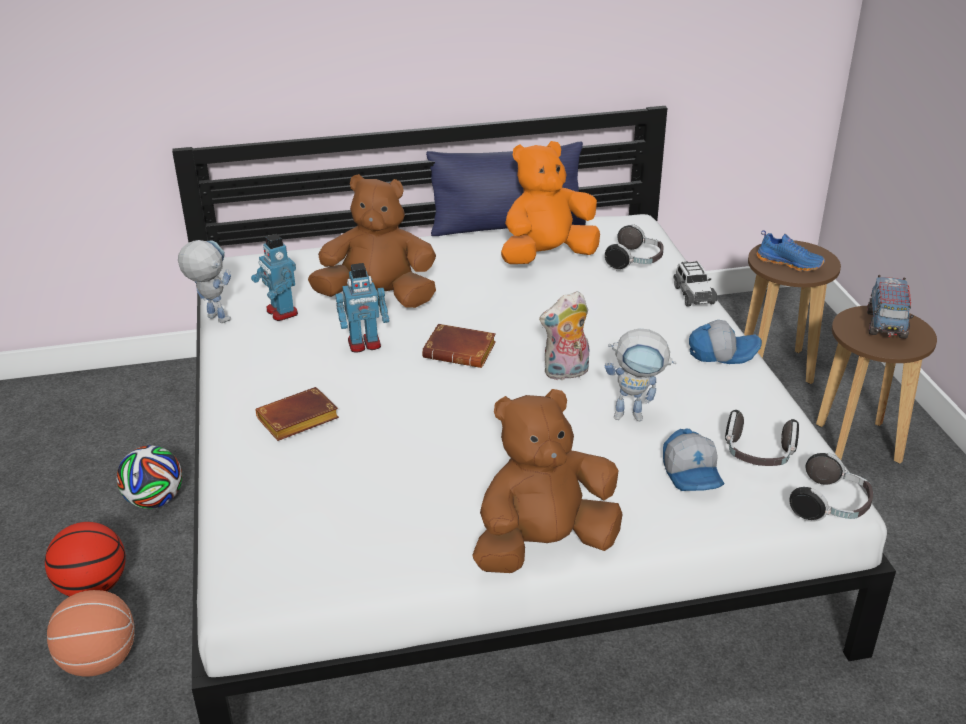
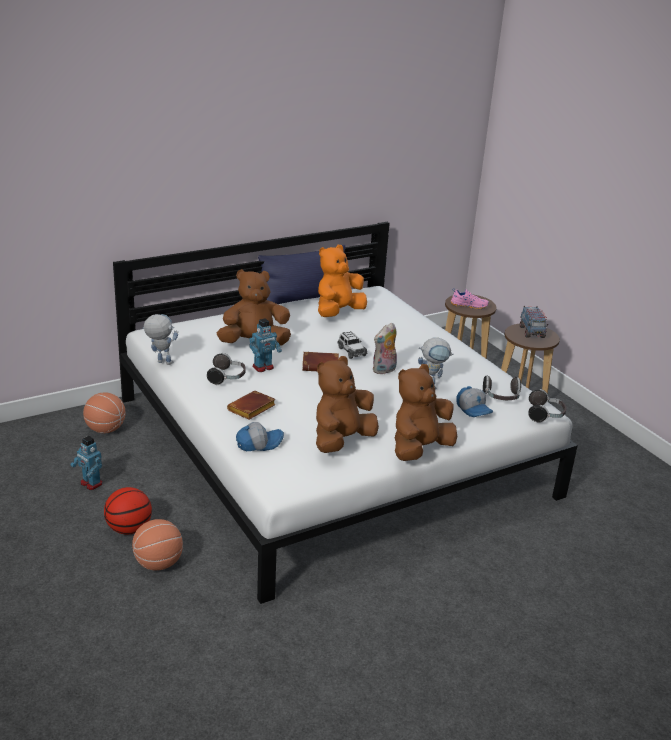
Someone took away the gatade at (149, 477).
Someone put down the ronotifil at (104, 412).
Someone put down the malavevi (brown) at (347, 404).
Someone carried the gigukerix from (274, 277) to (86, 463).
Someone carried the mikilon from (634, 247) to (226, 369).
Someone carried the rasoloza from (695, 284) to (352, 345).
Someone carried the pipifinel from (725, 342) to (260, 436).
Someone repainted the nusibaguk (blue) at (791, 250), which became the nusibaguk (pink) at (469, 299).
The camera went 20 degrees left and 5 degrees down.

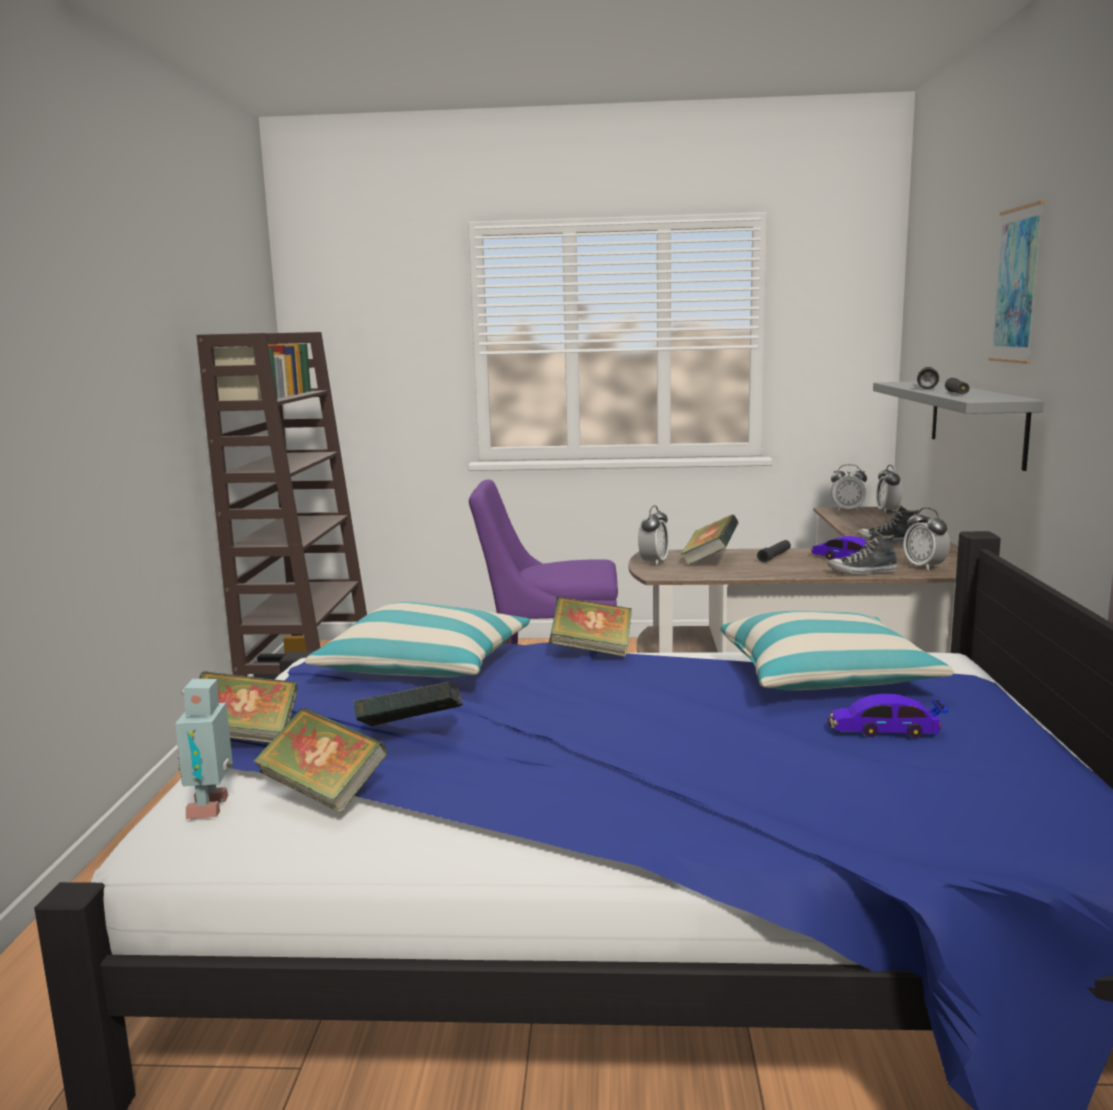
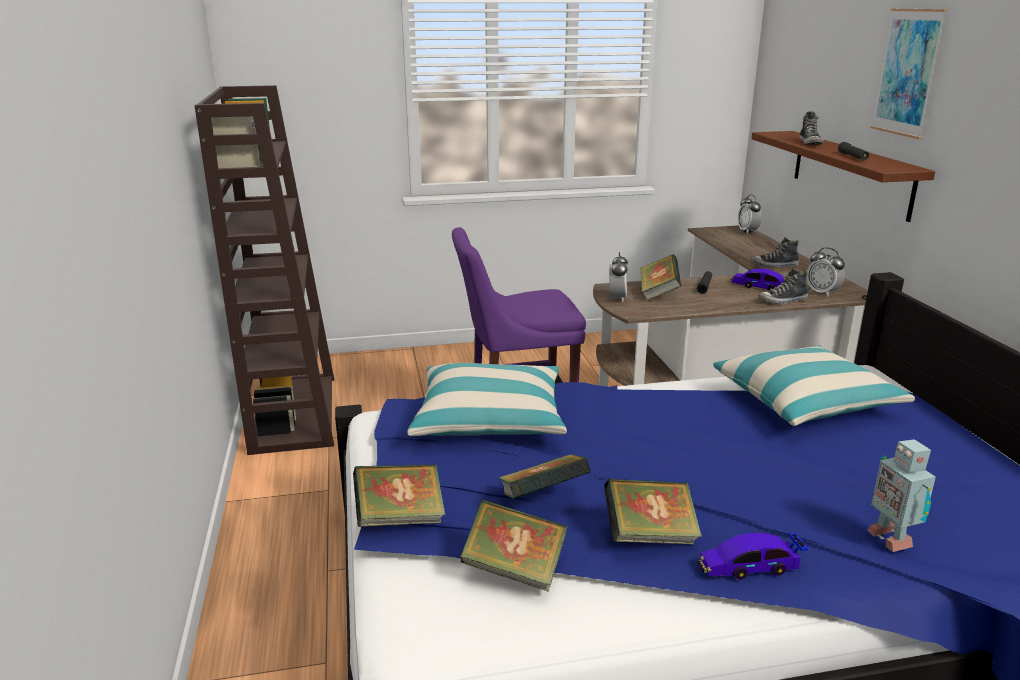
Someone took away the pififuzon at (849, 487).
Someone carried the gigukerix from (204, 749) to (901, 495).
Someone carried the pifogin from (590, 626) to (653, 512).
Someone carried the rasoloza from (888, 716) to (753, 556).
Someone swapped the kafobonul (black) at (928, 378) for the nusibaguk at (812, 128).
Someone repainted the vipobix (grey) at (958, 426), which became the vipobix (brown) at (843, 176).
The camera went 15 degrees left and 10 degrees up.

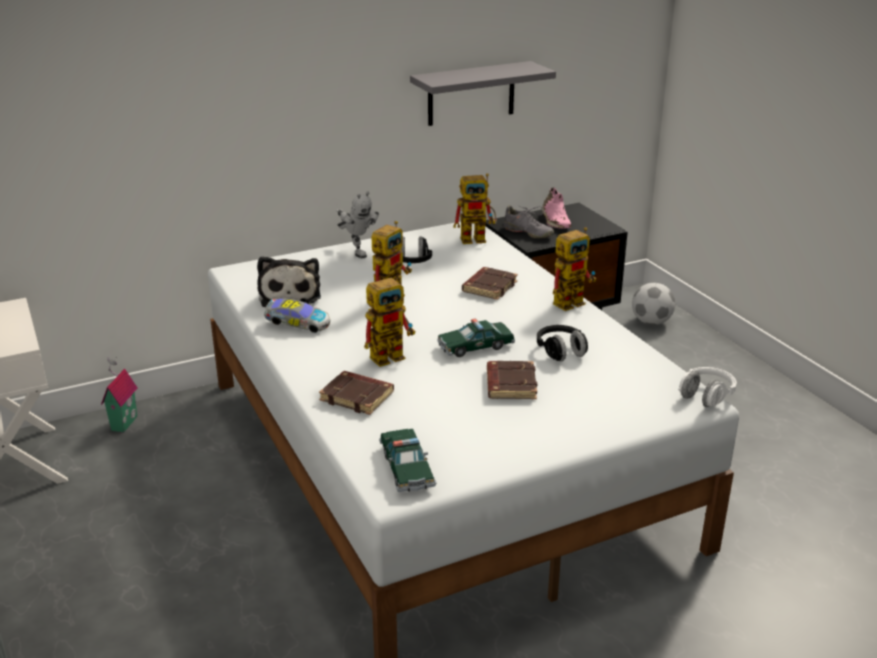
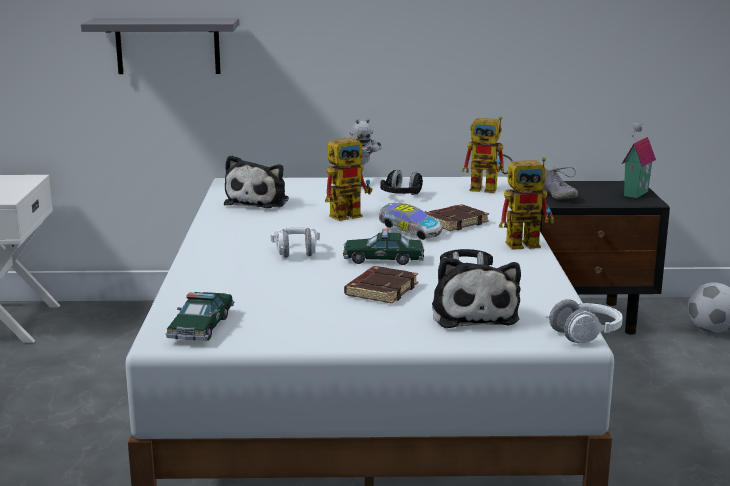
Someone took away the pifogin (brown) at (356, 393).
Someone took away the nusibaguk (pink) at (556, 207).
Someone put down the malavevi at (476, 292).
Someone carried the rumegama from (119, 395) to (639, 160).
Someone carried the rasoloza from (297, 315) to (410, 221).
Someone carried the vipobix (grey) from (483, 93) to (160, 46).
Someone swapped the gigukerix at (389, 321) for the mikilon (white) at (295, 242).
The camera went 25 degrees right and 10 degrees down.

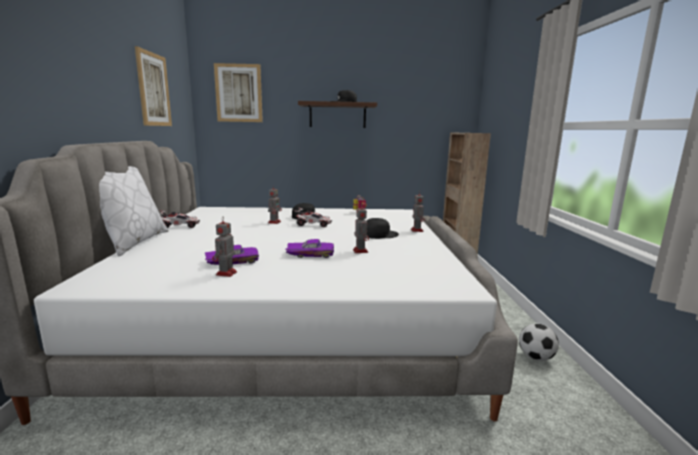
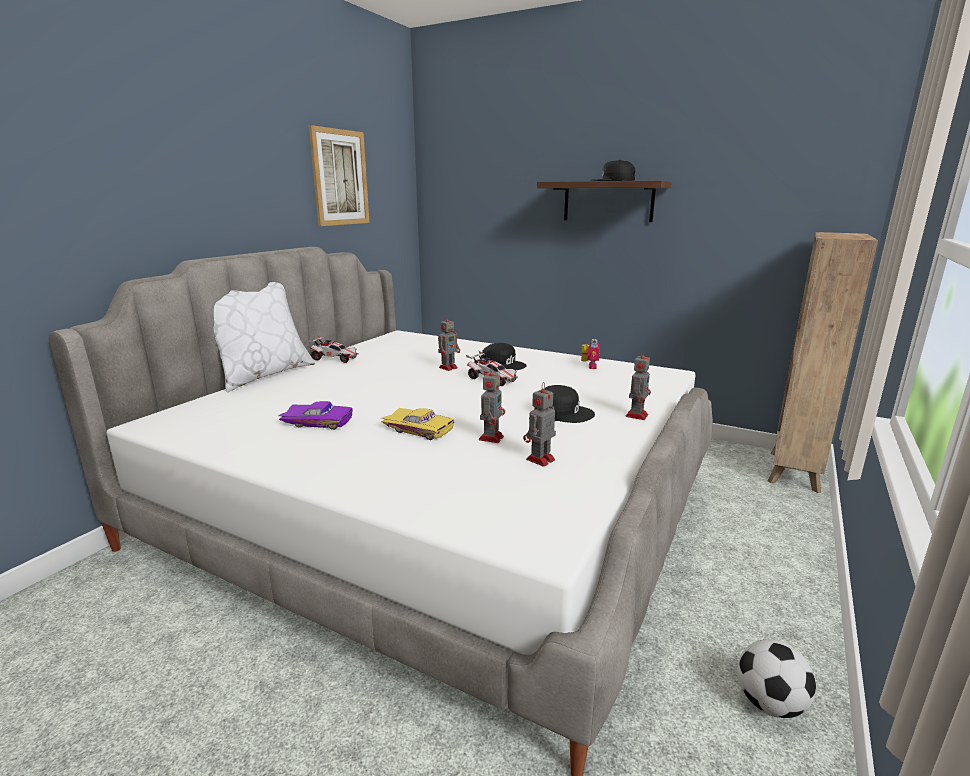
Someone took away the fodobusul at (238, 92).
Someone carried the gigukerix from (224, 246) to (539, 424).
Someone repainted the rasoloza (purple) at (309, 248), which became the rasoloza (yellow) at (417, 424).
The camera went 30 degrees right and 5 degrees up.

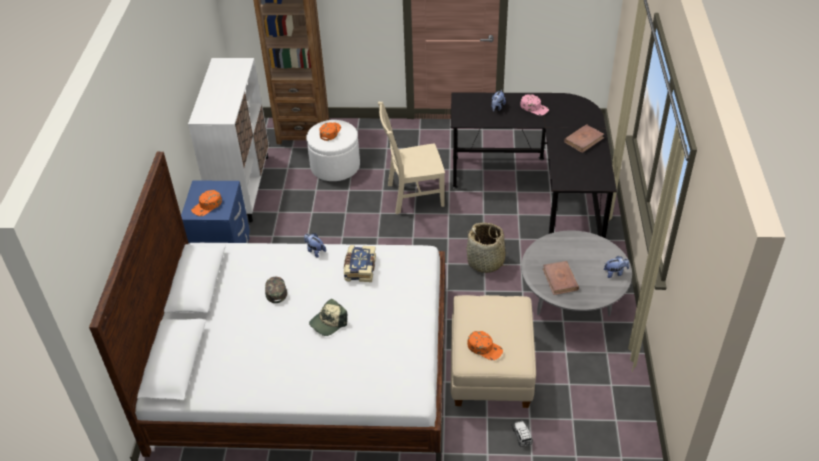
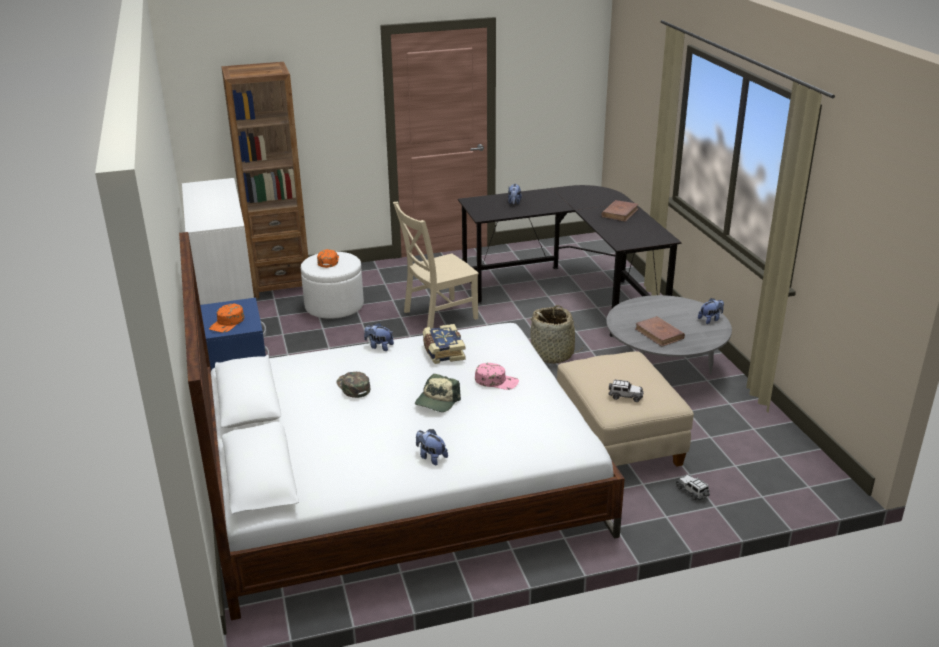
Someone put down the malavevi at (432, 447).
Someone carried the pipifinel (pink) from (534, 105) to (497, 376).
Someone swapped the pipifinel (orange) at (485, 345) for the rasoloza at (626, 391).
The camera went 20 degrees left and 15 degrees down.

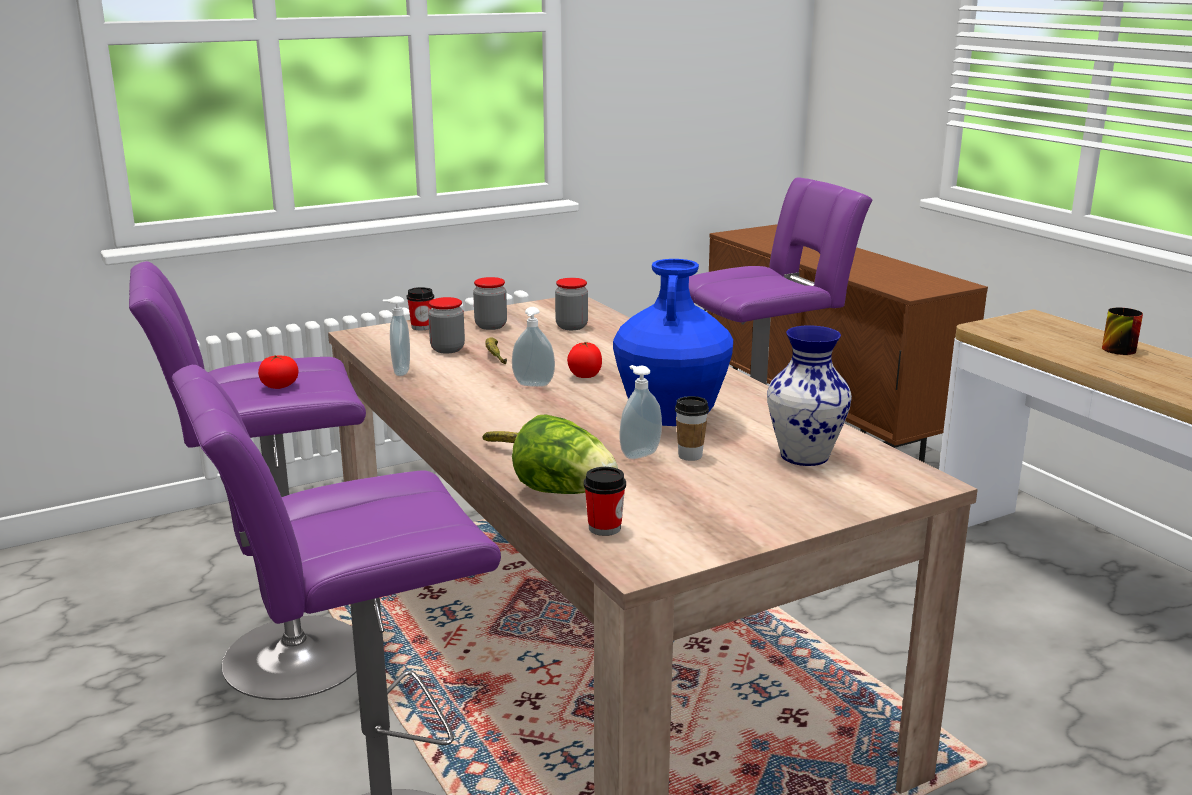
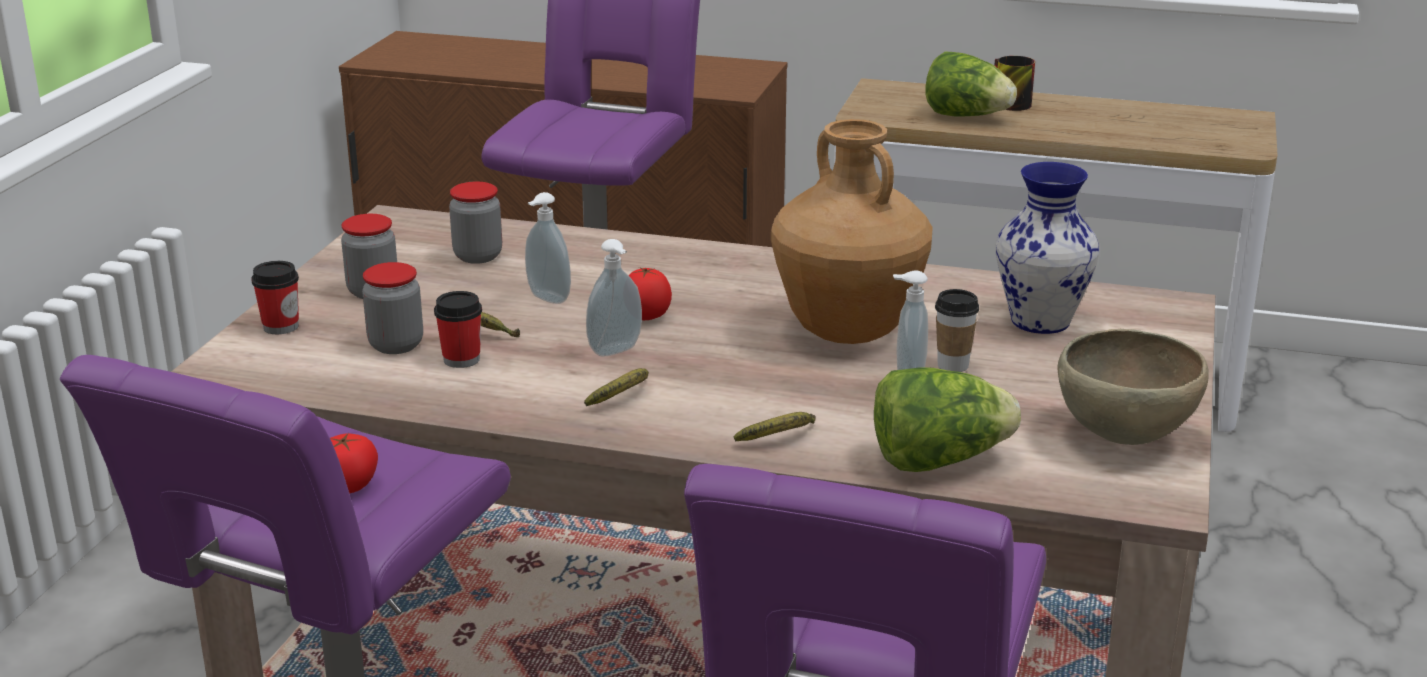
Someone put down the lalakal at (616, 387).
Someone put down the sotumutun at (971, 84).
Someone put down the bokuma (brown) at (1133, 387).
Someone carried the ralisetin from (396, 336) to (548, 248).
Someone carried the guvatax from (605, 501) to (458, 329).
Someone repainted the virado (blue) at (673, 342), which became the virado (brown) at (852, 231).
The camera went 45 degrees left and 5 degrees up.

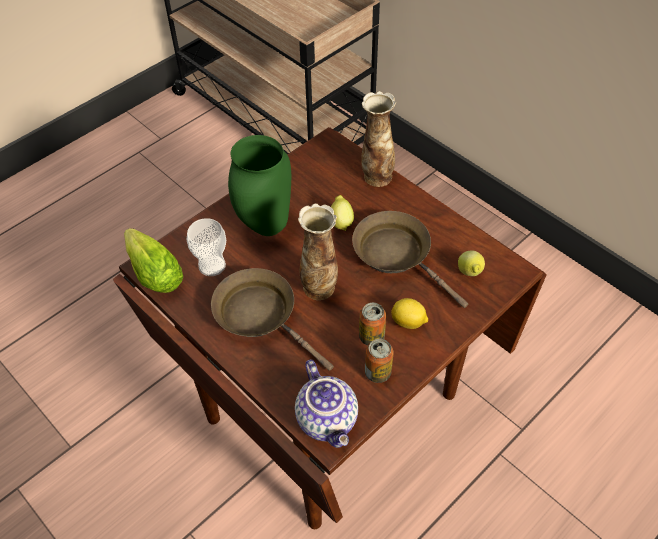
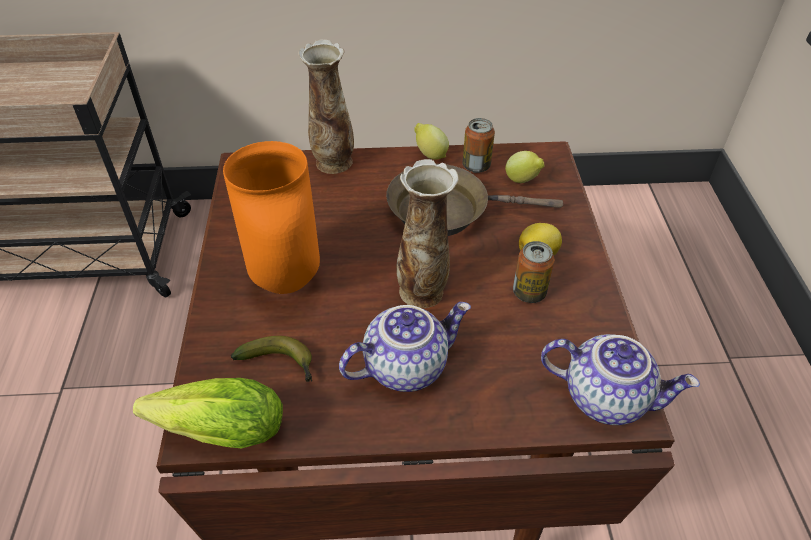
Someone carried the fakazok from (342, 213) to (431, 141).
Someone carried the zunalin from (379, 361) to (478, 145).
Someone swapped the guvatax at (206, 247) for the lalakal at (271, 359).
Someone swapped the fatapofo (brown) at (272, 319) for the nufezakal at (405, 347).
Someone repainted the virado (green) at (259, 185), which became the virado (orange) at (271, 217).
The camera went 50 degrees left and 5 degrees down.

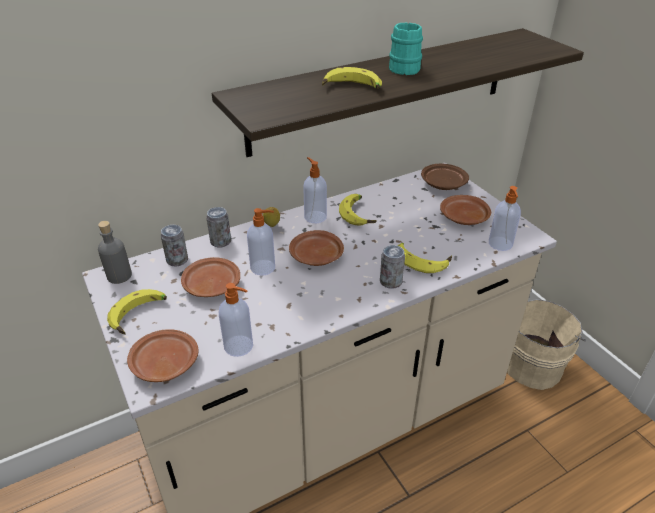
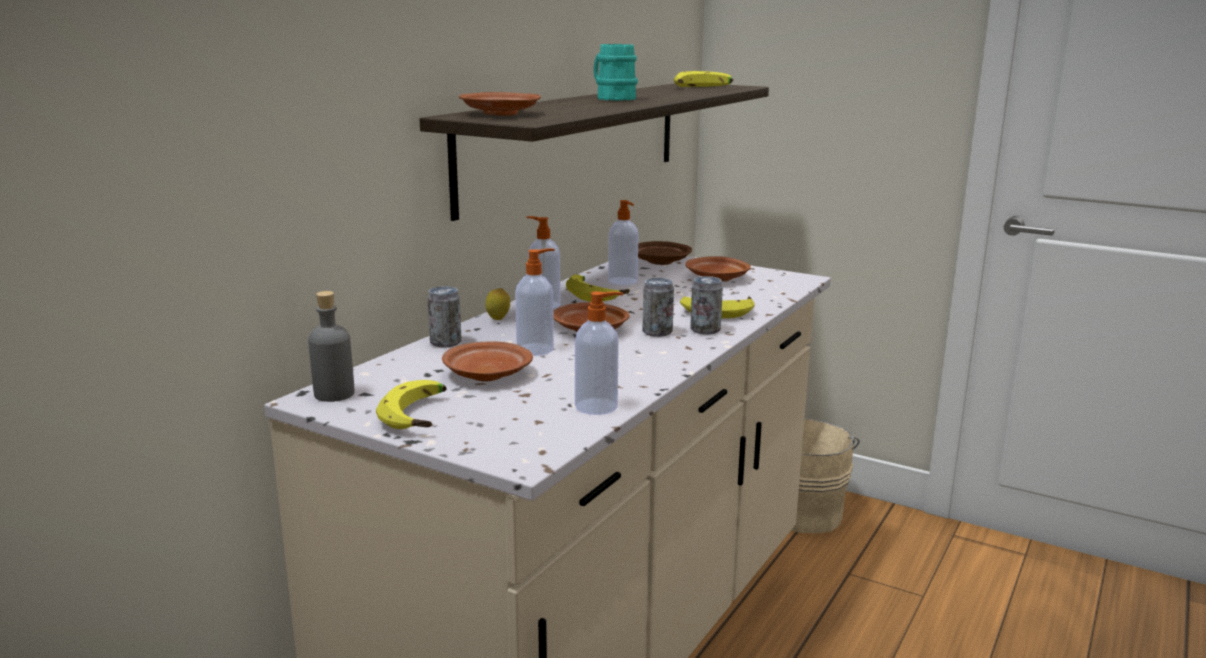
Someone carried the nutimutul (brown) from (163, 355) to (500, 104).
Someone carried the zunalin from (174, 246) to (658, 307).
Someone carried the lalakal from (352, 78) to (703, 79).
Someone carried the ralisetin from (505, 218) to (623, 242).
The camera went 30 degrees left and 20 degrees down.

